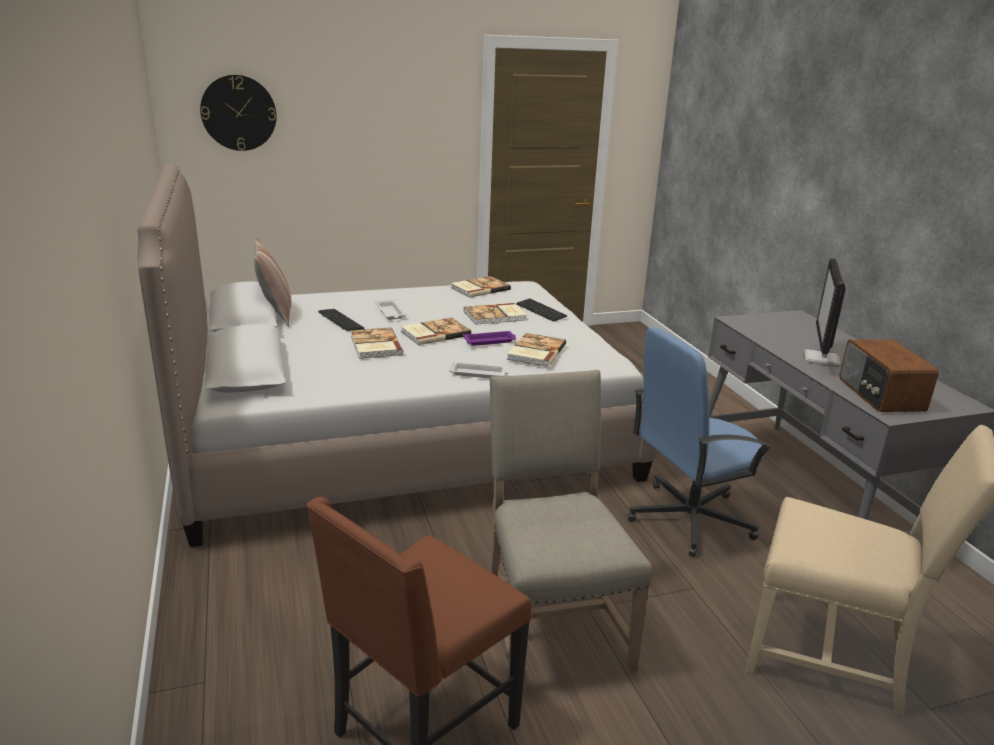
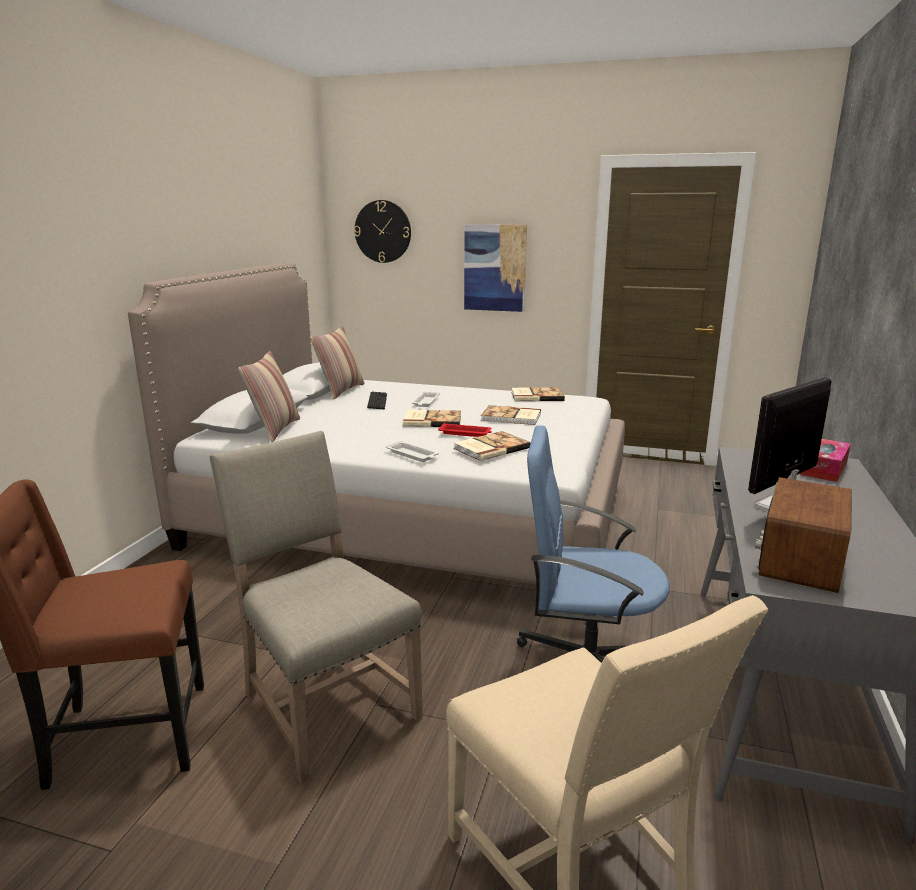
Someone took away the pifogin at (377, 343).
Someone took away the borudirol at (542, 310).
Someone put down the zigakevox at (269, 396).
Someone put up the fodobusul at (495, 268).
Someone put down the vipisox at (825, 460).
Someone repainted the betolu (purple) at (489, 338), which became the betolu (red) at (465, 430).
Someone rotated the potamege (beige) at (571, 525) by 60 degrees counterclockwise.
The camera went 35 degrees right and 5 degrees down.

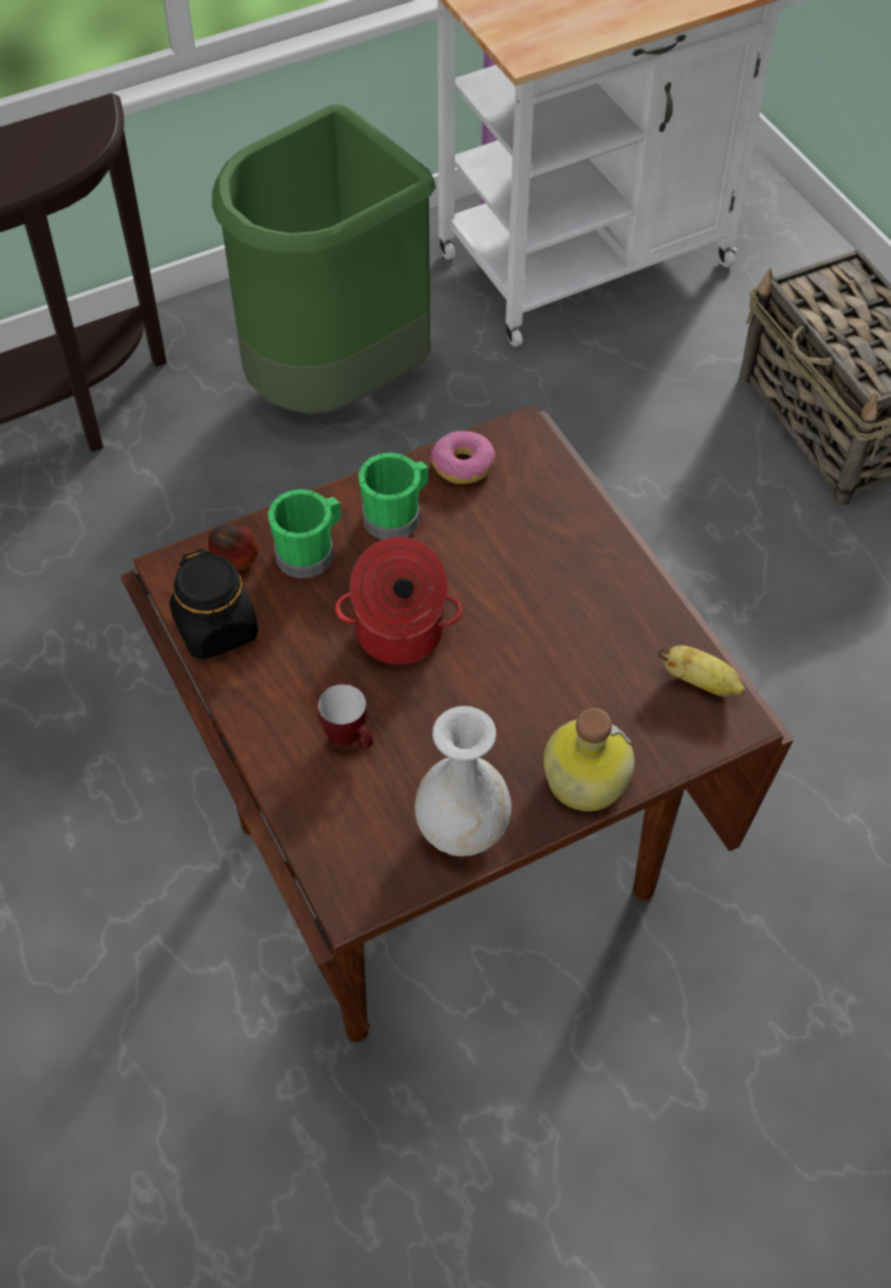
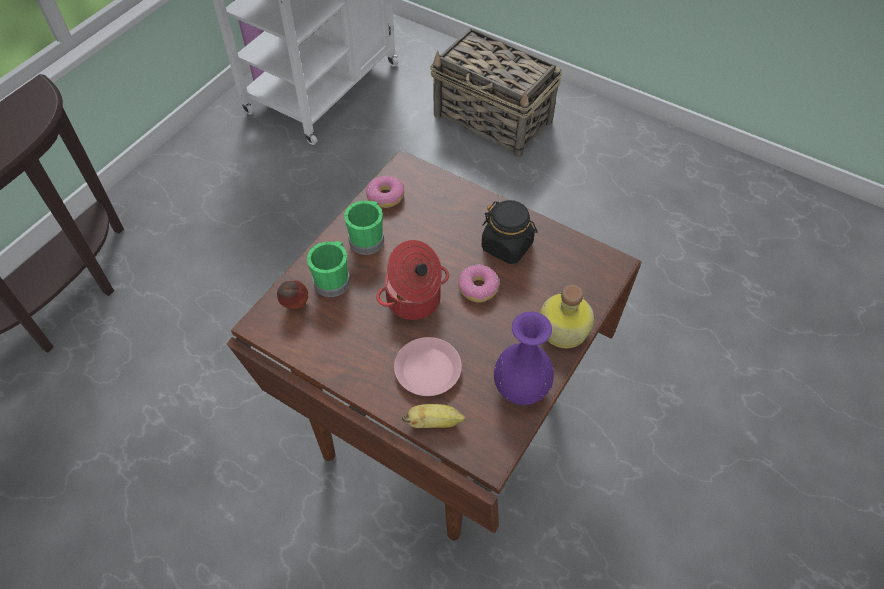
Someone took away the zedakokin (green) at (324, 259).
Someone put down the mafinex at (478, 283).
Someone carried the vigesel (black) from (213, 604) to (510, 232).
Someone carried the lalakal from (701, 670) to (434, 416).
Someone swapped the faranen at (345, 716) for the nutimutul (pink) at (428, 366).
Someone repainted the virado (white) at (463, 781), which became the virado (purple) at (524, 358).
The camera went 30 degrees left and 0 degrees up.

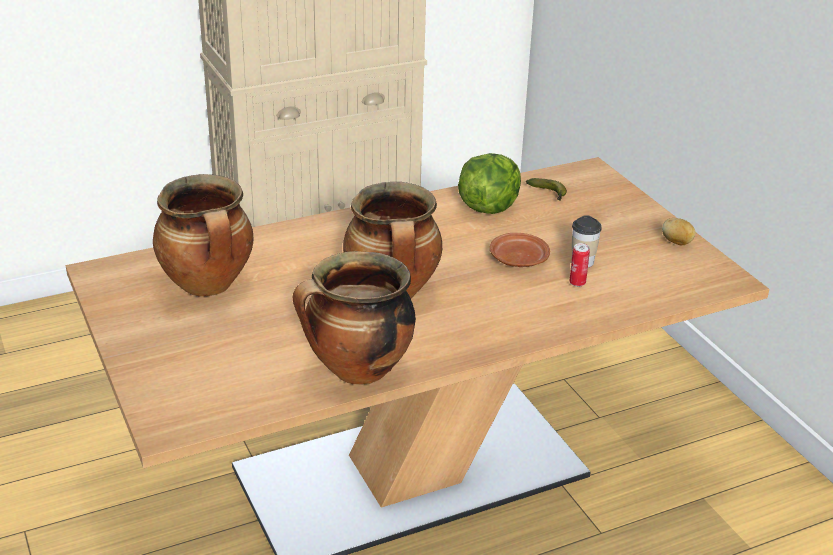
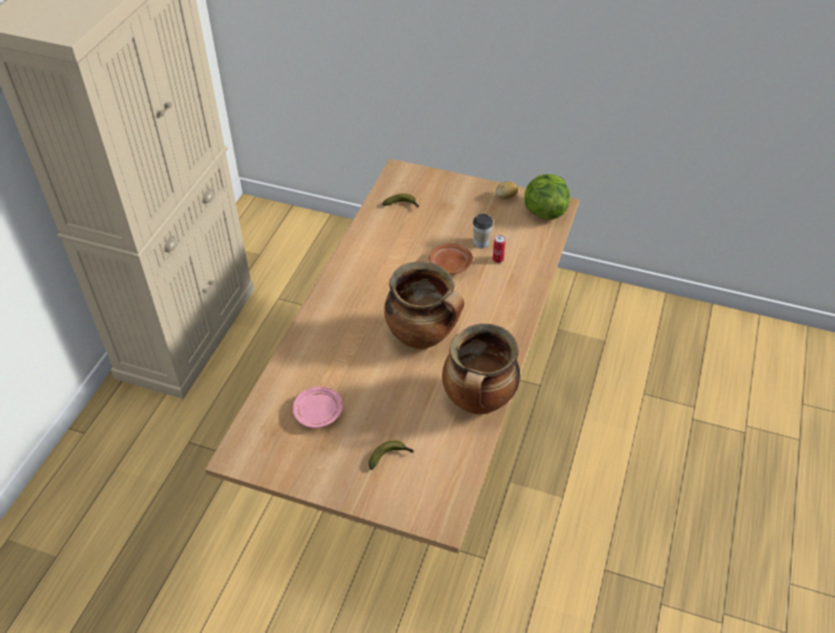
Someone put down the lalakal at (391, 455).
Someone carried the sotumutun from (489, 183) to (547, 197).
Someone swapped the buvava at (203, 235) for the nutimutul (pink) at (318, 407).
The camera went 45 degrees left and 15 degrees up.

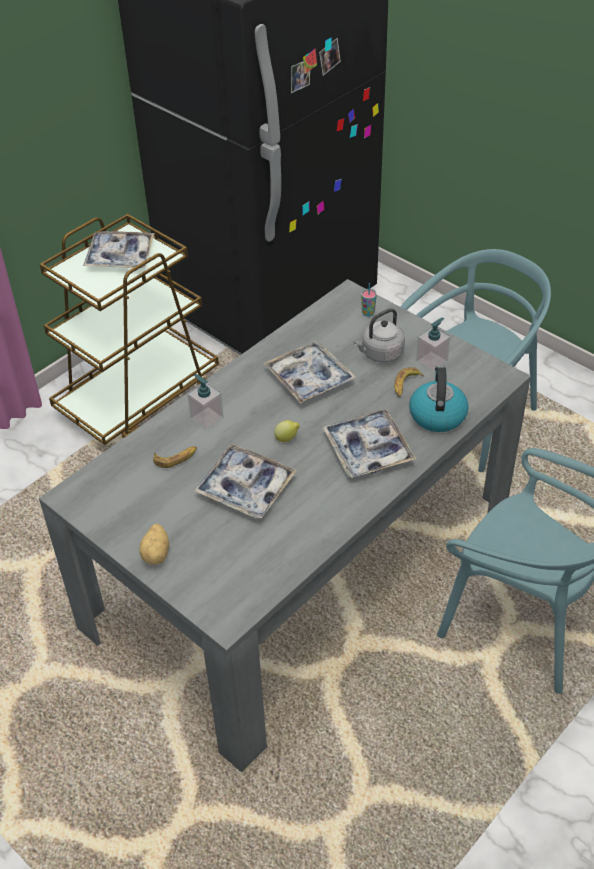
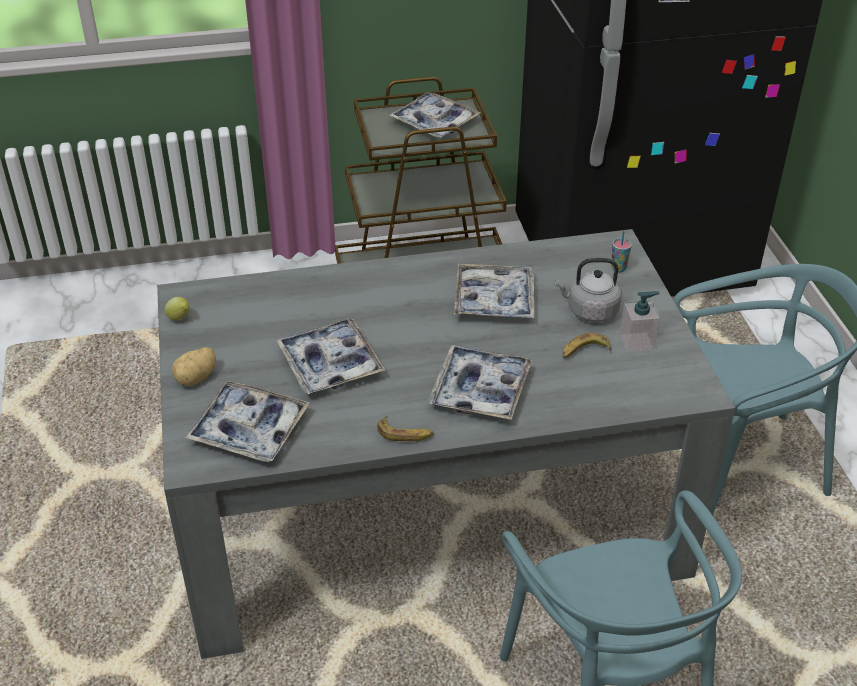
Someone took away the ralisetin at (205, 402).
Someone took away the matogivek at (439, 399).
Someone put down the betolu at (247, 421).
Someone carried the lalakal from (175, 457) to (405, 428).
Someone carried the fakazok from (287, 431) to (177, 309).
The camera went 35 degrees right and 5 degrees down.

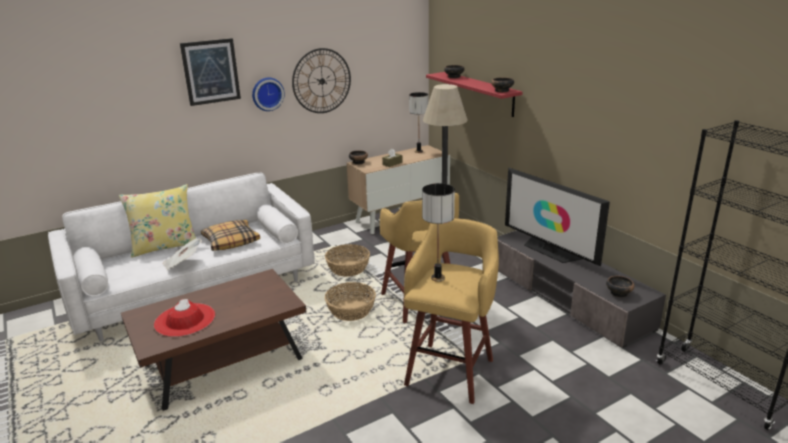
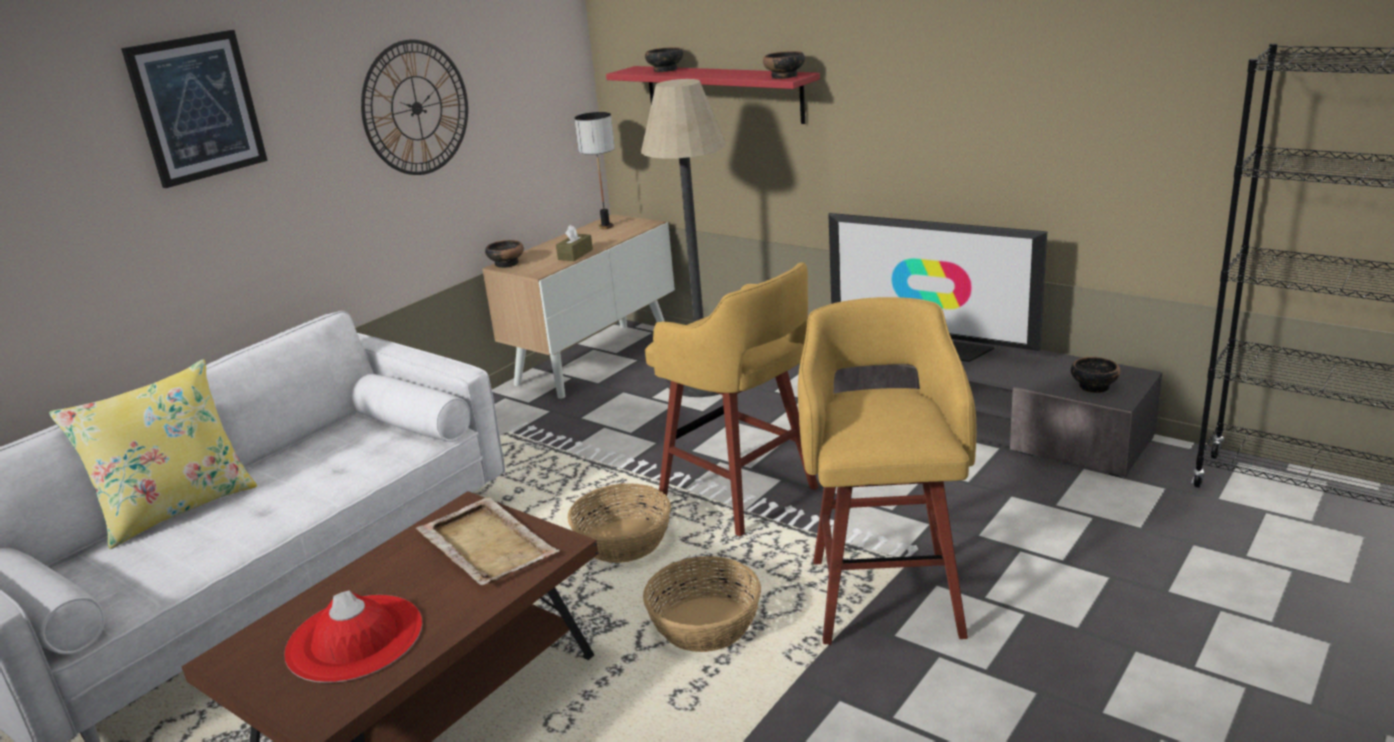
Someone took away the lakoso at (182, 254).
Someone took away the zigakevox at (230, 235).
Someone took away the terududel at (268, 94).
Someone took away the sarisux at (438, 232).
Someone put down the betolu (beige) at (488, 541).
Someone carried the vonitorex from (347, 260) to (702, 604).
The camera went 20 degrees left and 0 degrees up.

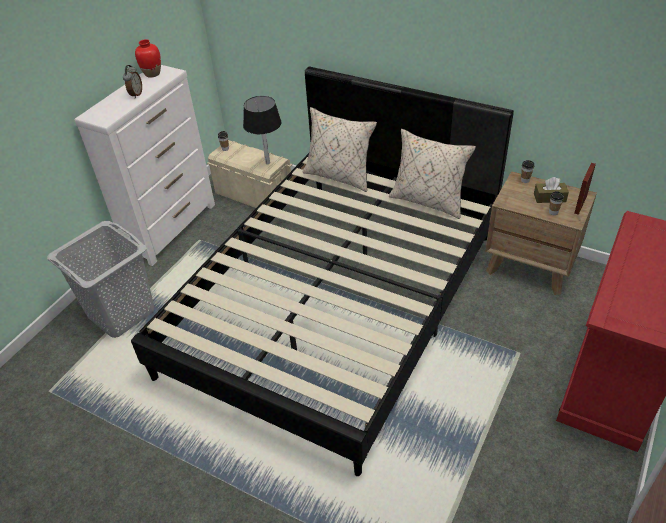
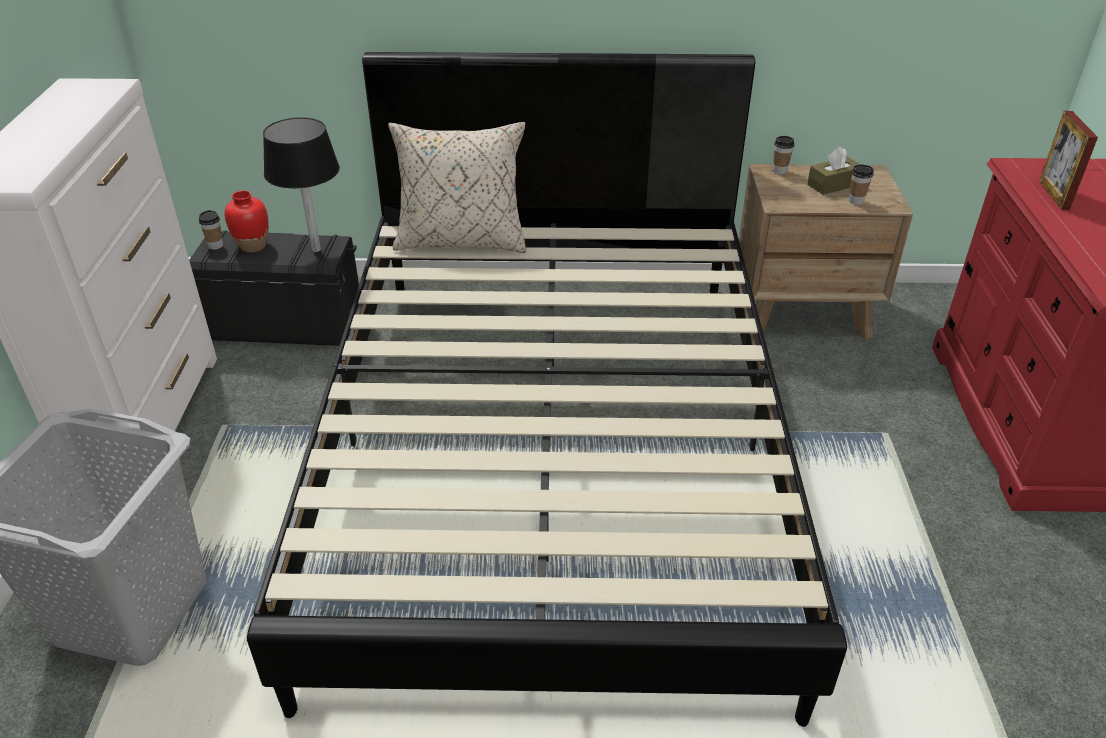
Someone took away the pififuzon at (132, 82).
Someone took away the zigakevox (beige) at (432, 174).
Someone carried the virado (red) from (148, 58) to (247, 221).
Someone carried the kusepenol from (585, 189) to (1068, 160).
Someone repainted the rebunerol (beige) at (249, 174), which became the rebunerol (black) at (274, 288).
The camera went 30 degrees left and 5 degrees down.

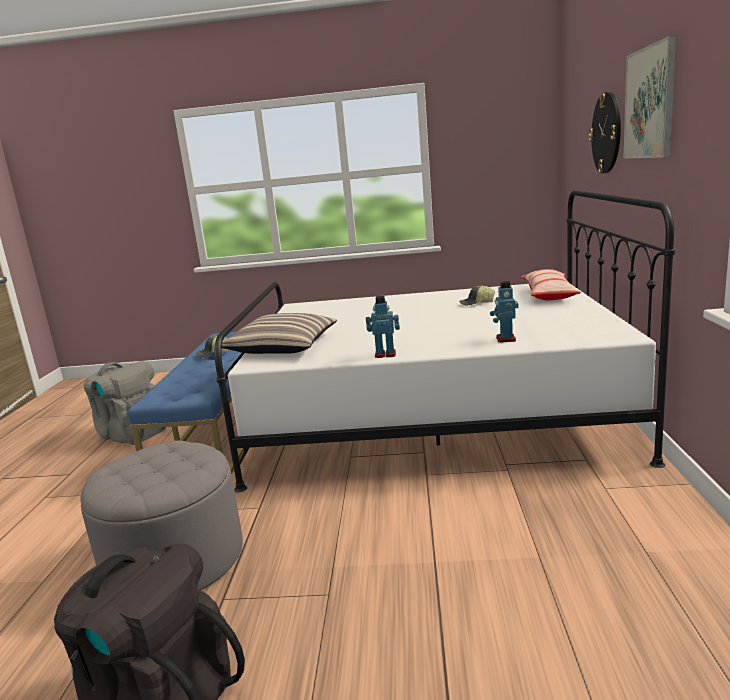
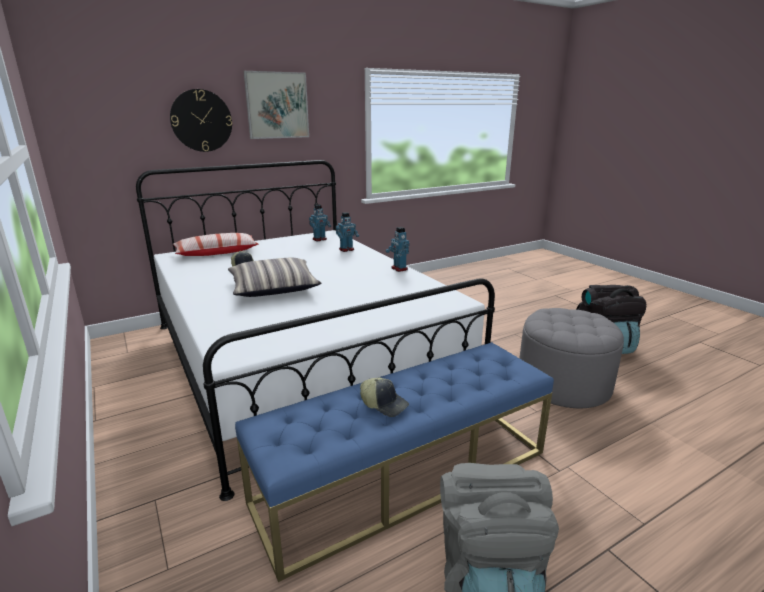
Someone put down the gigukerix at (320, 222).
Someone carried the zigakevox from (279, 333) to (274, 277).
The camera went 125 degrees left and 5 degrees up.

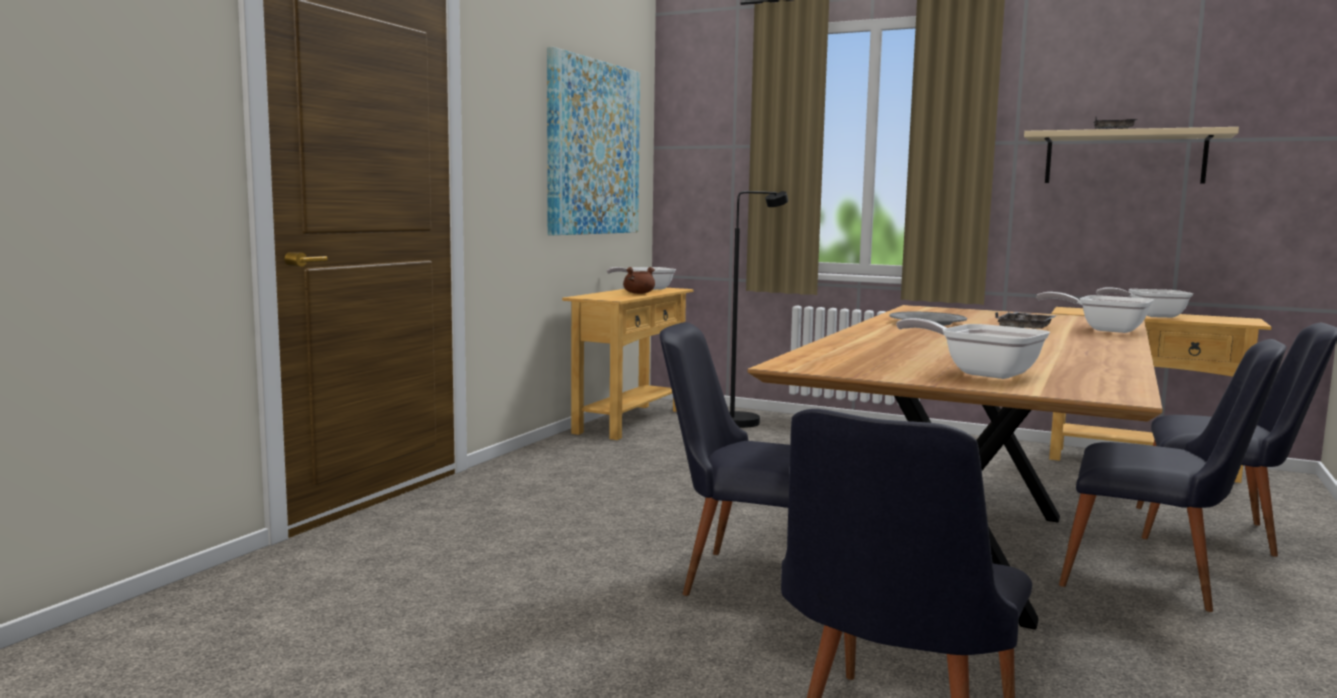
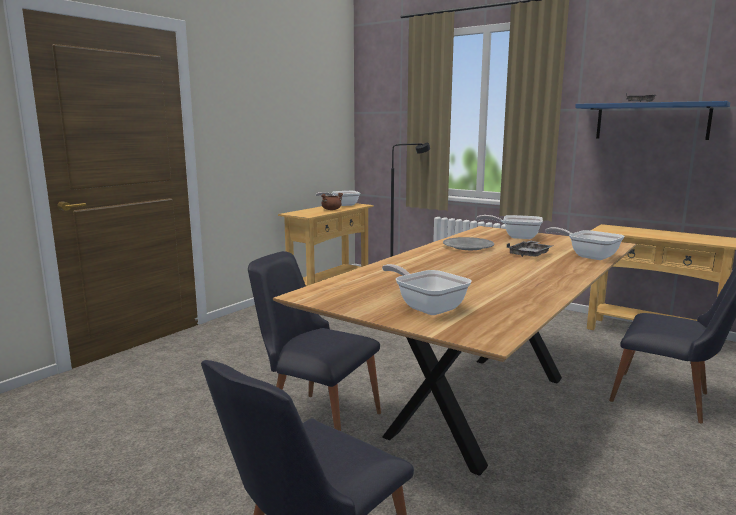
Someone took away the fodobusul at (593, 141).
Someone took away the potamege (black) at (1173, 475).
Someone carried the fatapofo from (1144, 302) to (509, 227).
Someone repainted the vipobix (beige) at (1131, 155), which became the vipobix (blue) at (652, 120).
The camera went 10 degrees right and 5 degrees up.

